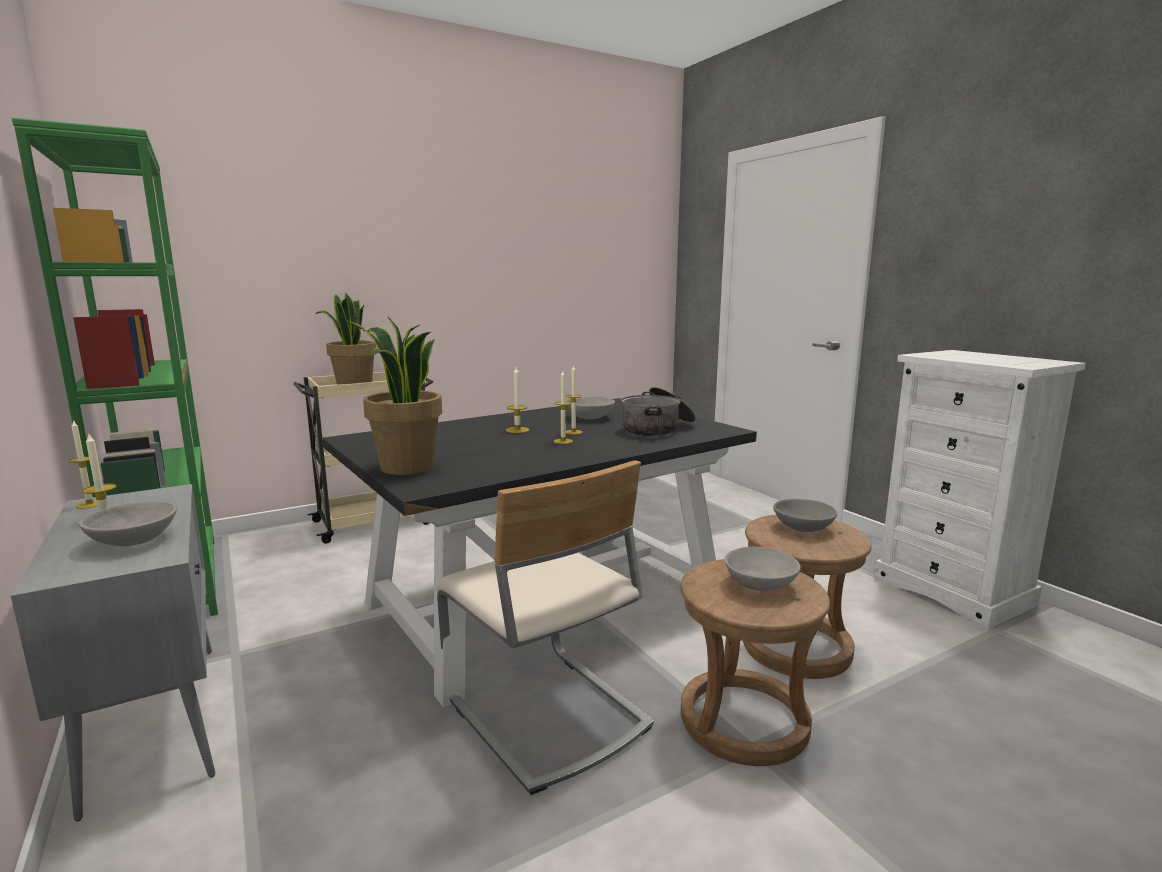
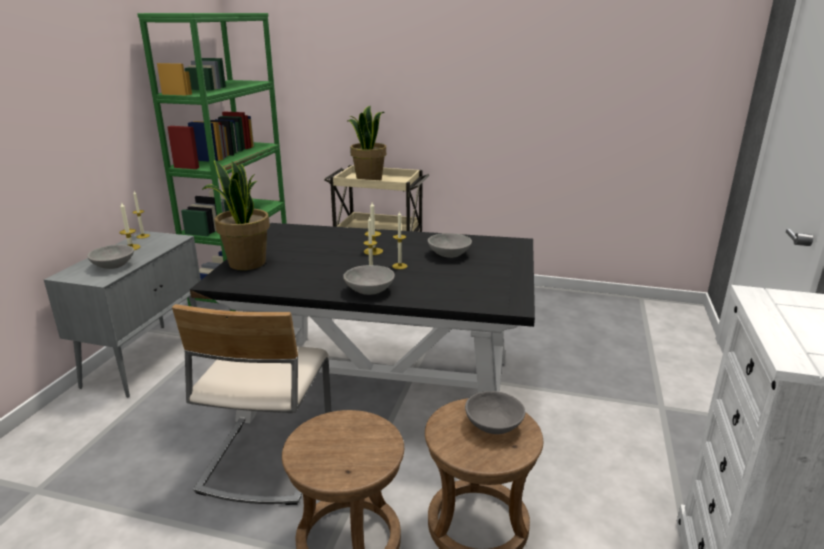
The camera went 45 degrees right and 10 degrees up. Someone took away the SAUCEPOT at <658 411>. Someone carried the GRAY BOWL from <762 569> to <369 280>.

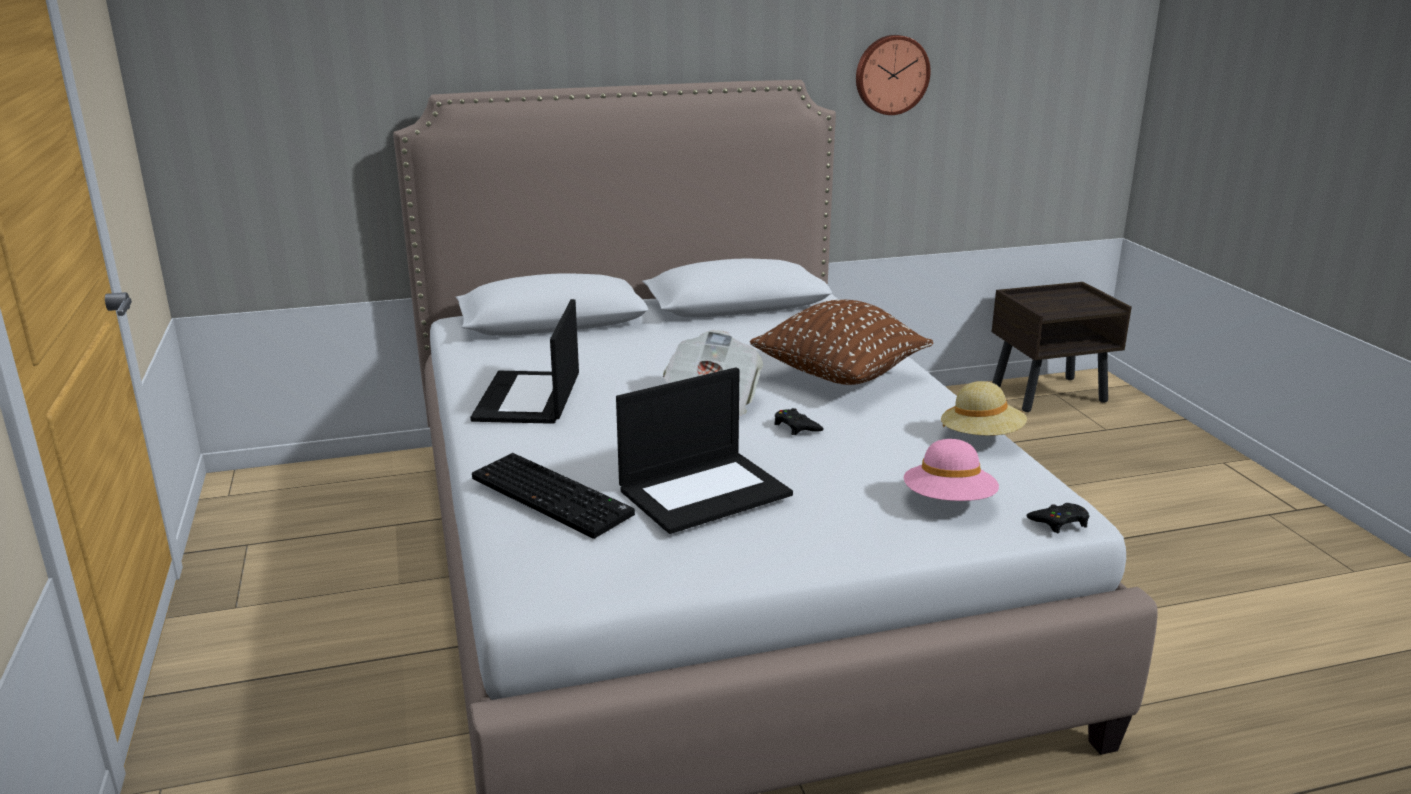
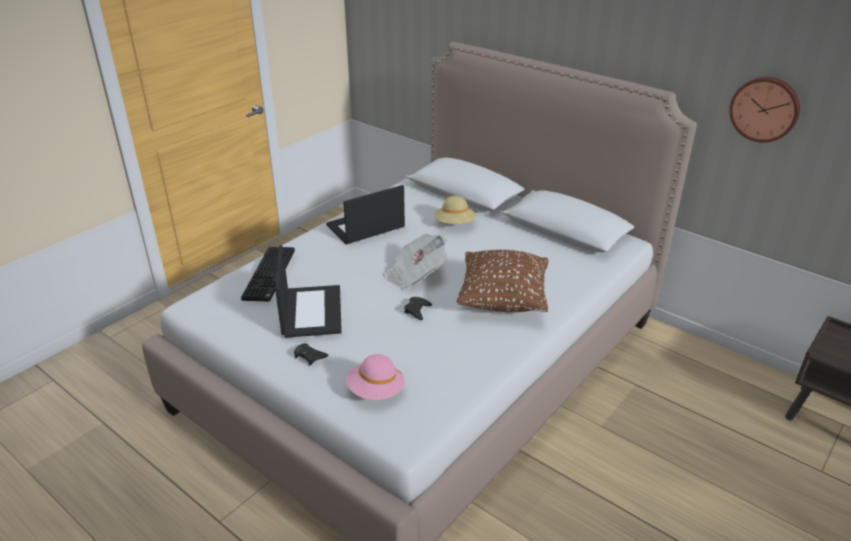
The camera went 55 degrees right and 10 degrees up. Someone rotated the LAPTOP at <704 450> by 120 degrees counterclockwise. Someone carried the SAND-COLOURED WEARABLE HAT from <984 408> to <455 210>. Someone carried the BLACKISH JOYPAD from <1057 518> to <311 354>.

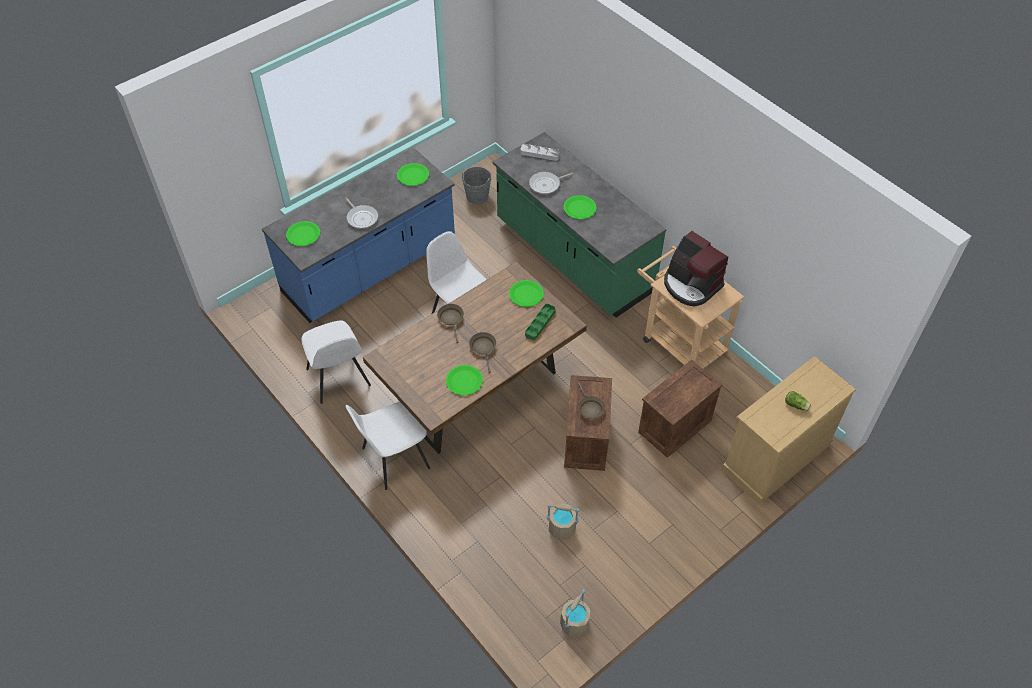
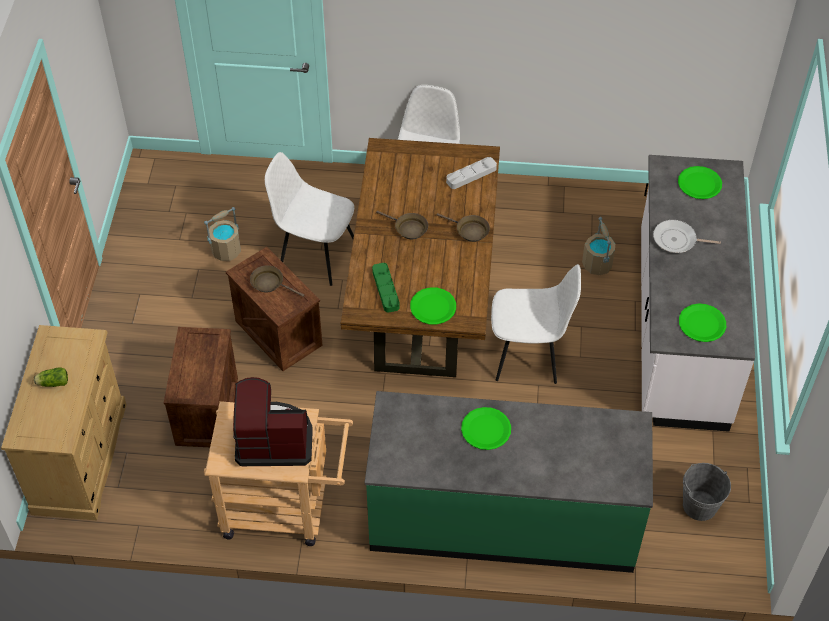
The camera went 135 degrees right and 0 degrees up. Someone repainted the BLUISH KITCHEN COUNTER at <358 235>, which became the WHITE KITCHEN COUNTER at <698 293>. Someone carried the WHITE UPRIGHT CHAIR from <336 362> to <309 219>. Someone took away the GREENISH PLATE at <464 380>. Someone carried the GRAY CARRYING TRAY from <540 152> to <471 173>. Someone took away the PAN at <551 183>. Someone carried the SAND-COLOURED BUCKET from <575 613> to <598 246>.

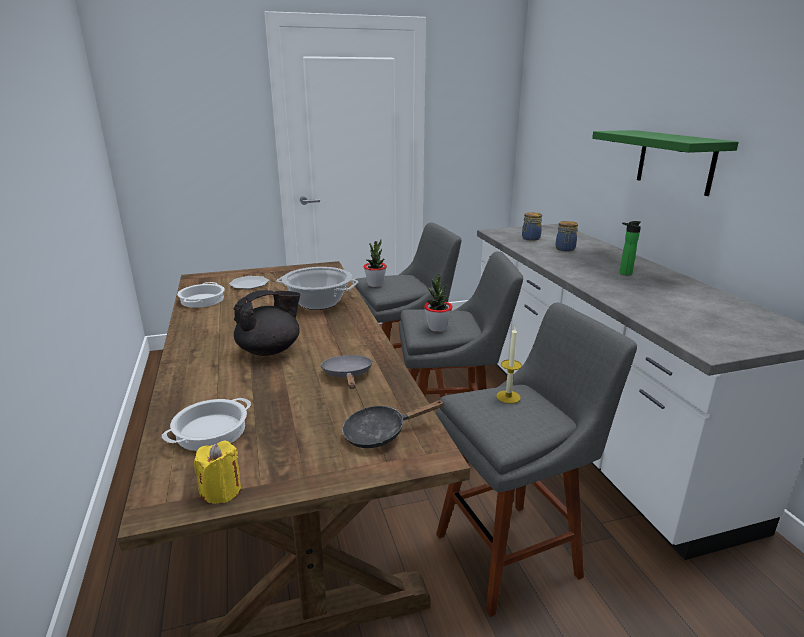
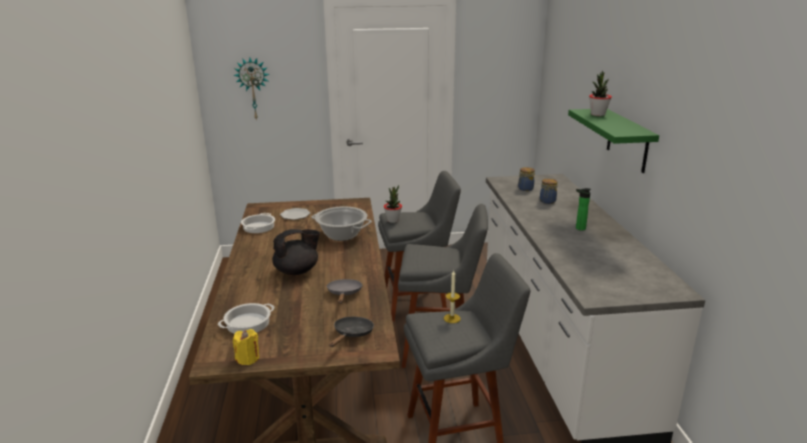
The camera went 10 degrees right and 0 degrees up. Someone rotated the BLACKISH PAN at <393 424> by 120 degrees clockwise. Someone carried the PLANT IN A POT from <438 302> to <600 93>. Someone put up the CLOCK ON THE WALL at <251 89>.

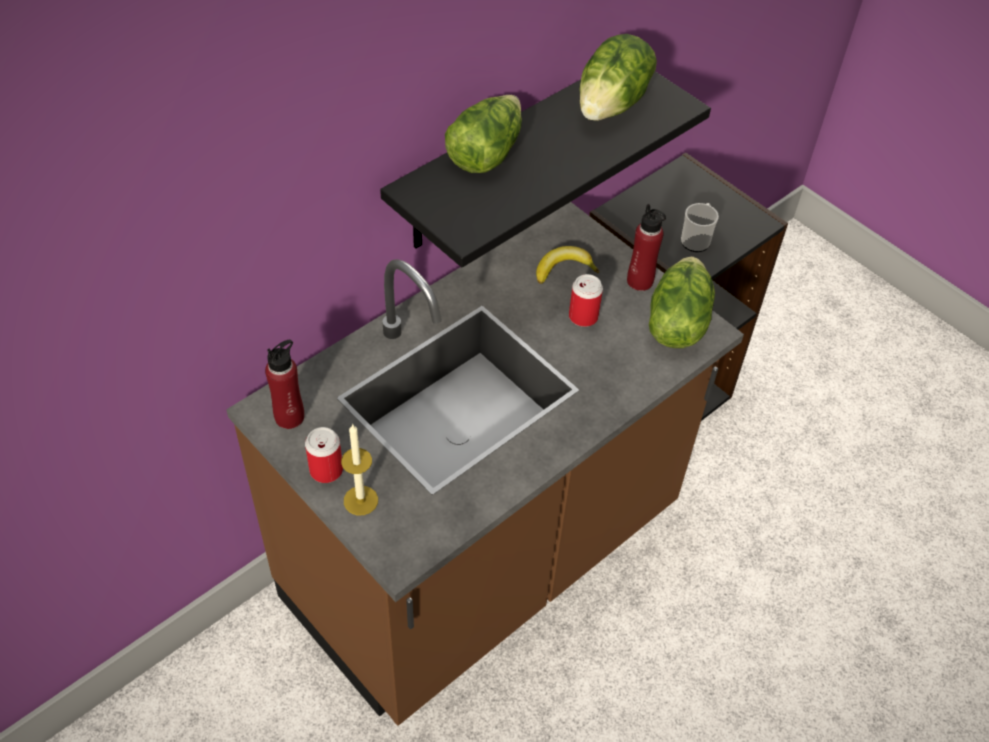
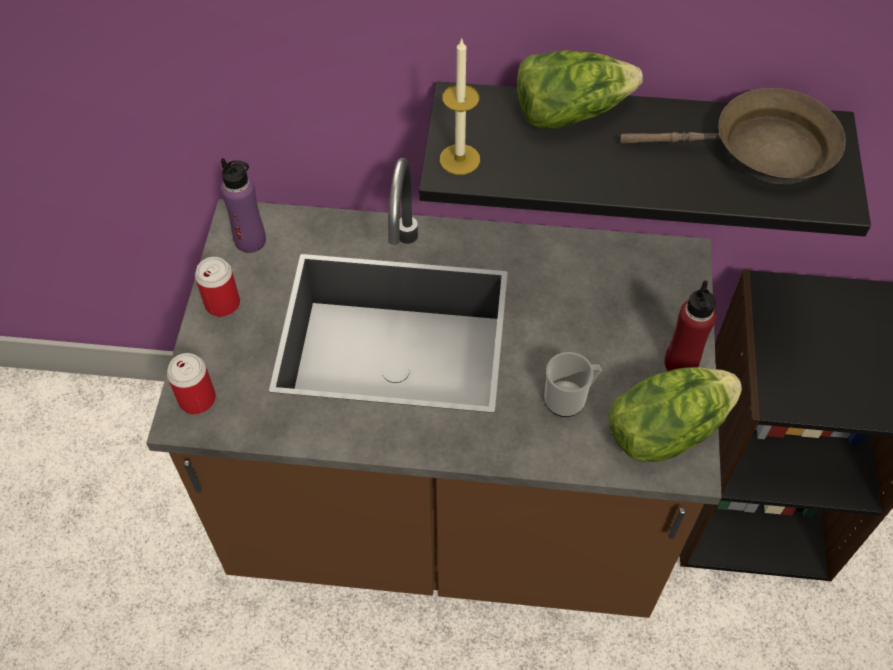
The camera went 50 degrees right and 5 degrees up. Someone repainted the RED-COLOURED BEVERAGE BOTTLE at <284 384>, which became the PURPLISH BEVERAGE BOTTLE at <243 205>. Someone carried the WAX LIGHT from <359 469> to <460 106>. Someone took away the BANANA at <567 265>. Someone carried the SEALED CAN from <586 300> to <191 383>. Someone swapped the LETTUCE HEAD at <618 77> for the BROWN-COLOURED PAN at <733 136>. Someone carried the TEA MUG from <700 227> to <573 384>.

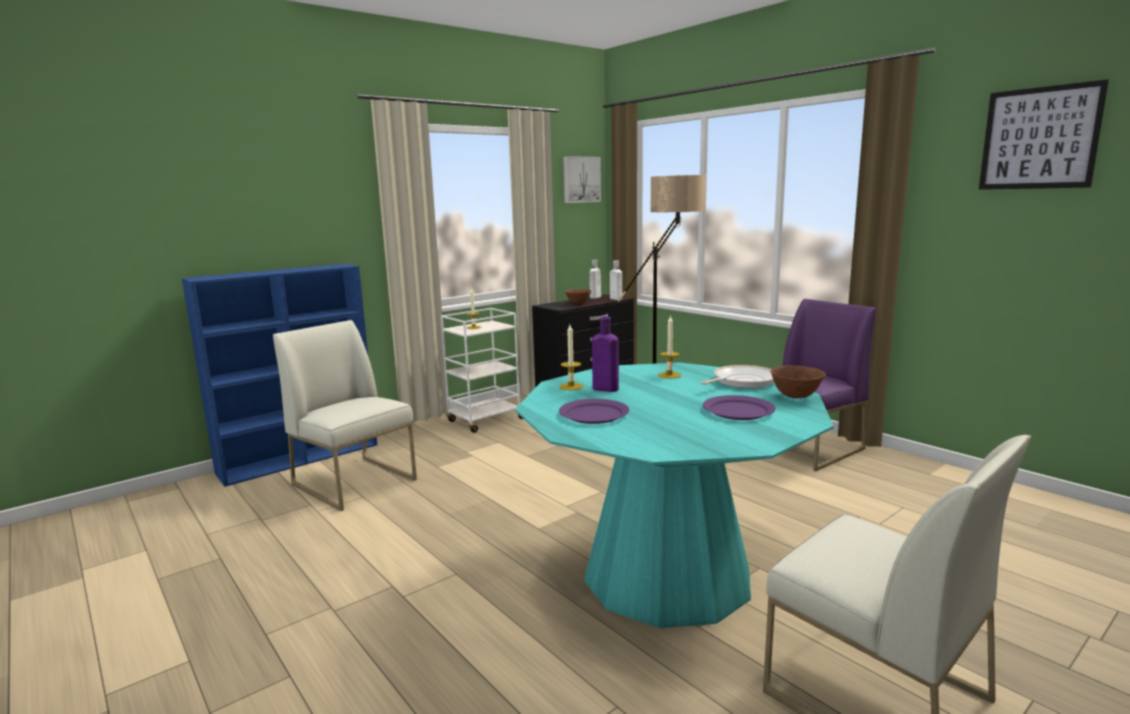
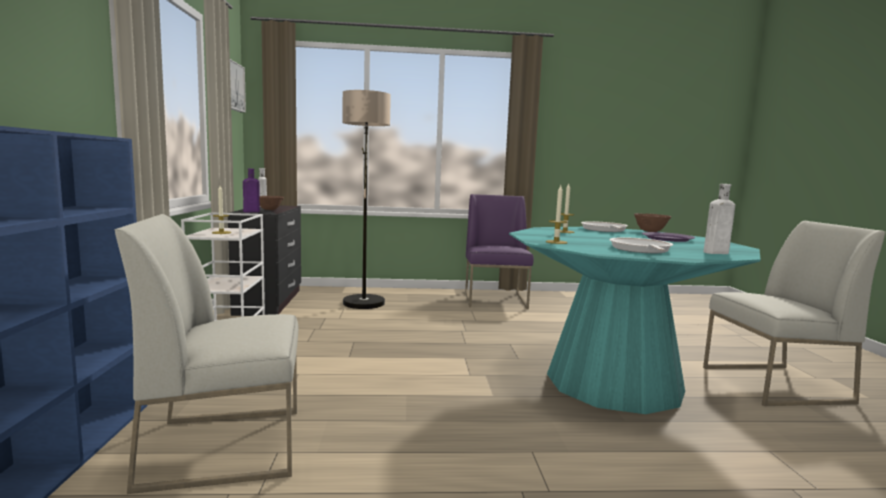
The camera went 55 degrees left and 5 degrees down. Someone swapped the PURPLISH PLATE at <594 411> for the PAN at <641 245>. Someone carried the PURPLISH BEVERAGE BOTTLE from <605 354> to <251 190>. Someone carried the WHITE BEVERAGE BOTTLE from <616 280> to <719 219>. Someone took away the WALL ART at <1044 134>.

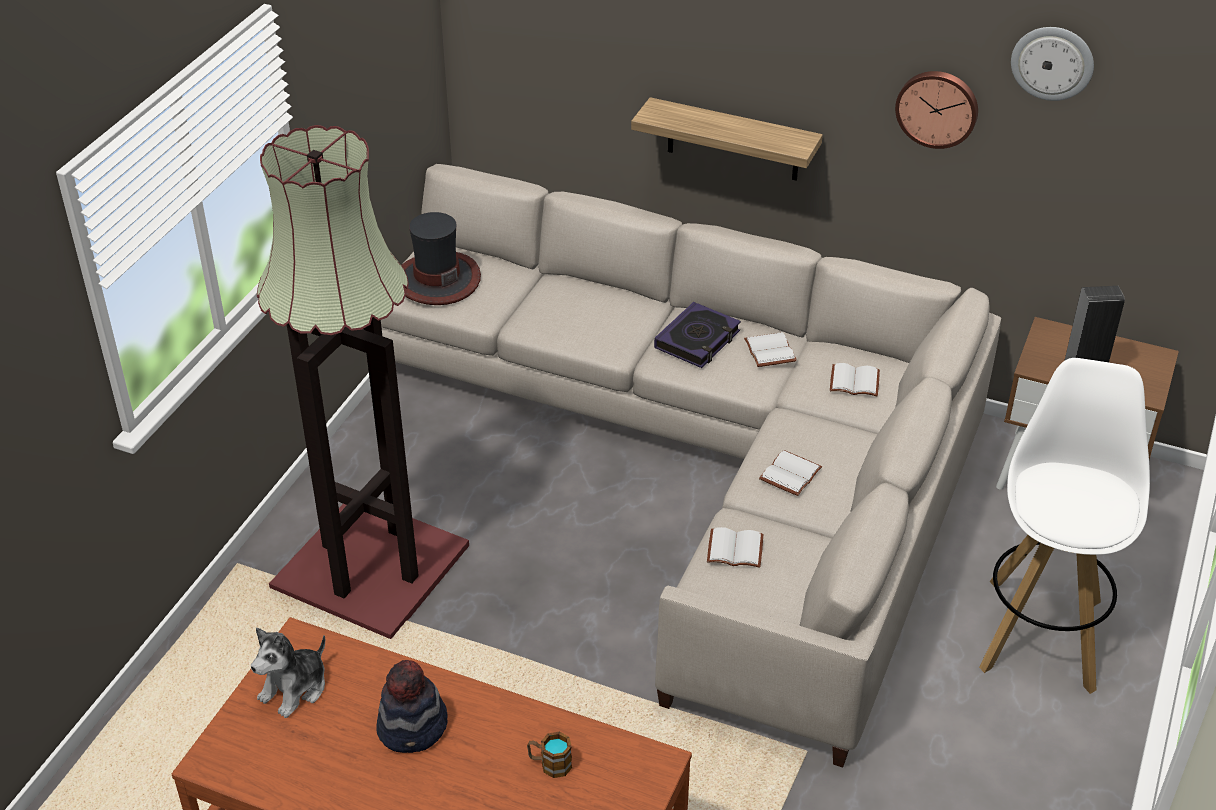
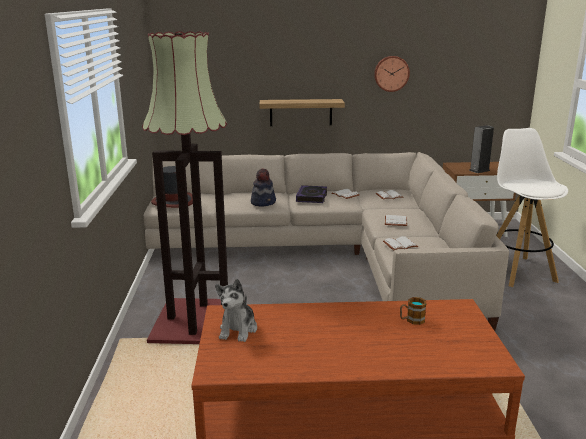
The camera went 25 degrees left and 20 degrees down. Someone carried the WEARABLE HAT from <411 706> to <263 187>. Someone took away the CLOCK ON THE WALL at <1052 64>.

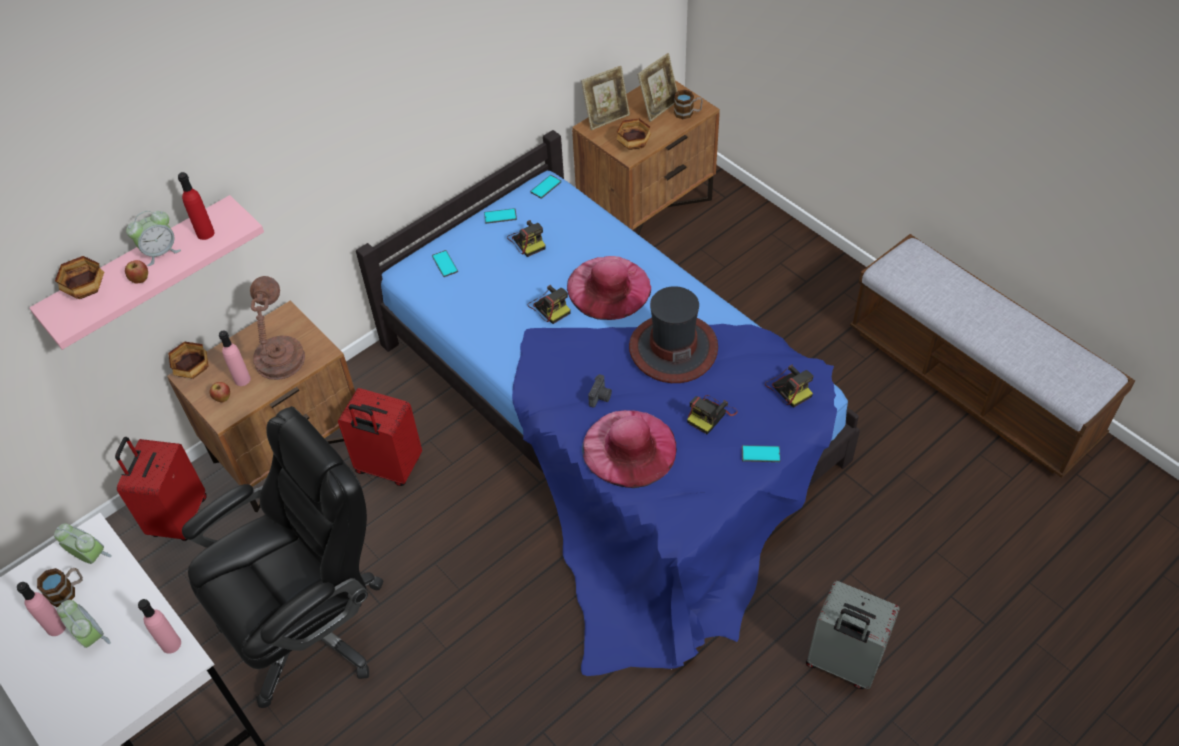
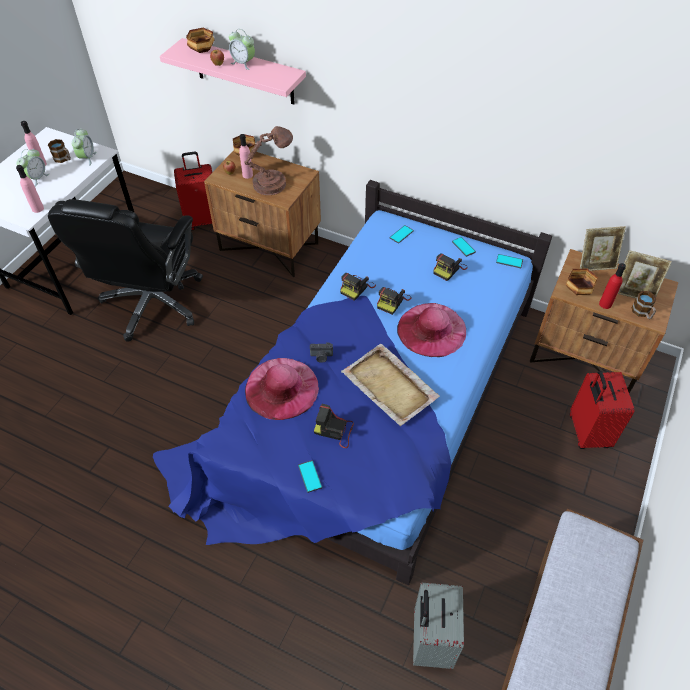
The camera went 65 degrees right and 0 degrees up. Someone carried the RED-COLOURED BEVERAGE BOTTLE from <196 206> to <612 286>. Someone rotated the BLACKISH OFFICE CHAIR at <283 557> by 75 degrees clockwise. Someone carried the RED-COLOURED TRAVEL CASE from <380 437> to <602 410>. Someone rotated the PHOTO FRAME at <605 98> by 45 degrees counterclockwise. Someone swapped the WEARABLE HAT at <673 334> for the SAND-COLOURED CARRYING TRAY at <390 385>. Someone carried the PHOTO CAMERA from <789 386> to <358 287>. Someone carried the GRAY TRAVEL CASE from <853 635> to <438 625>.

